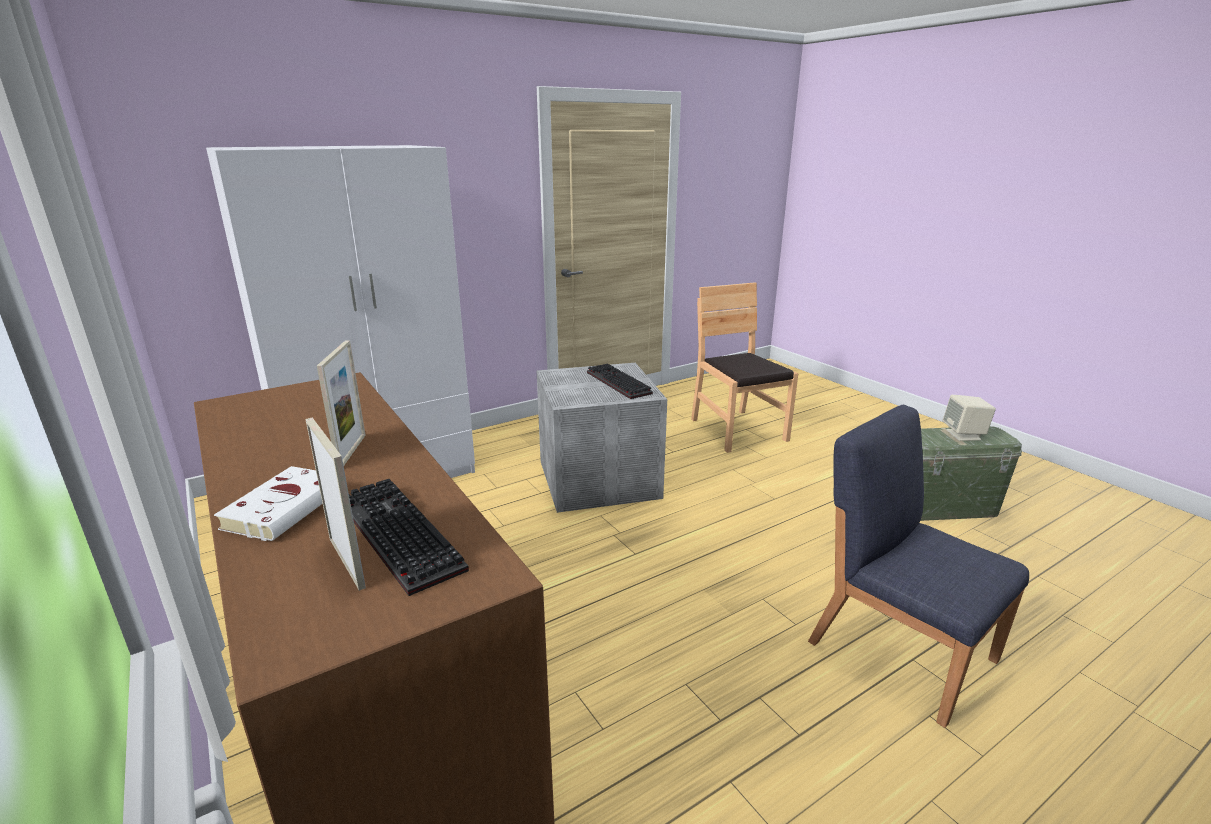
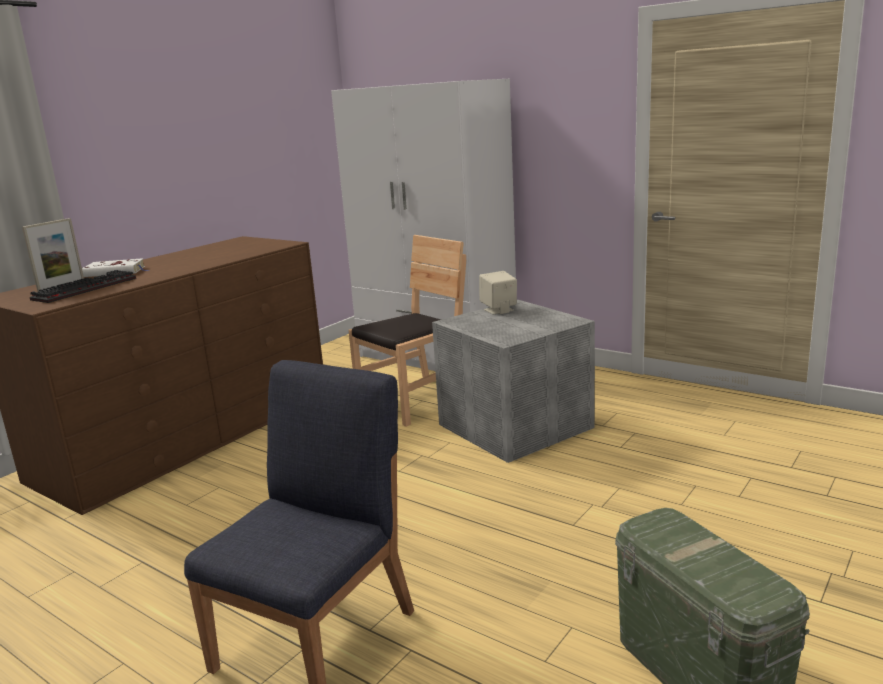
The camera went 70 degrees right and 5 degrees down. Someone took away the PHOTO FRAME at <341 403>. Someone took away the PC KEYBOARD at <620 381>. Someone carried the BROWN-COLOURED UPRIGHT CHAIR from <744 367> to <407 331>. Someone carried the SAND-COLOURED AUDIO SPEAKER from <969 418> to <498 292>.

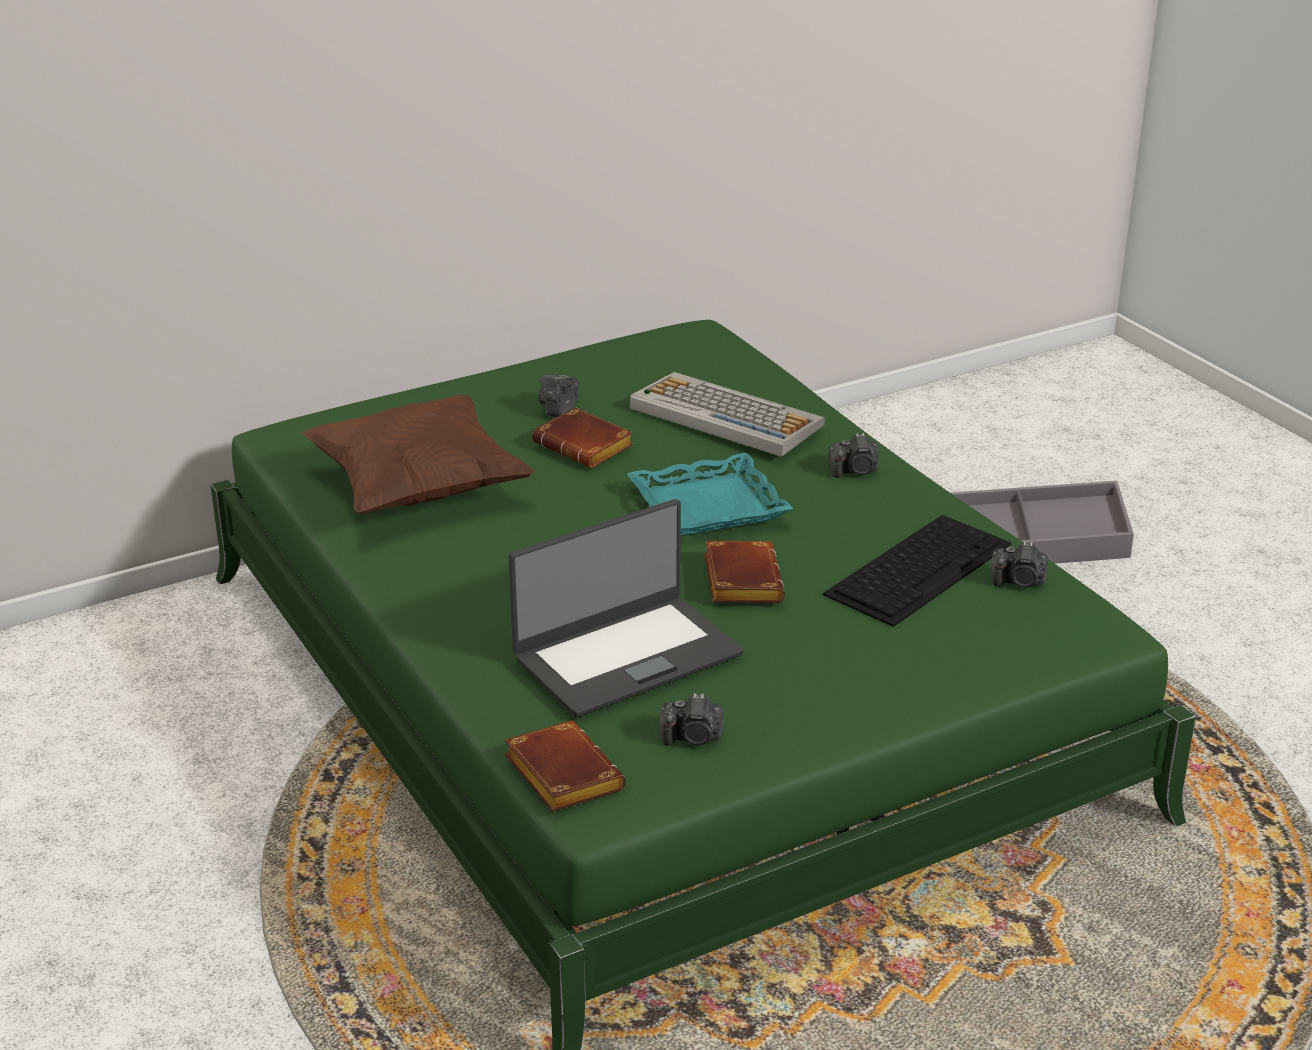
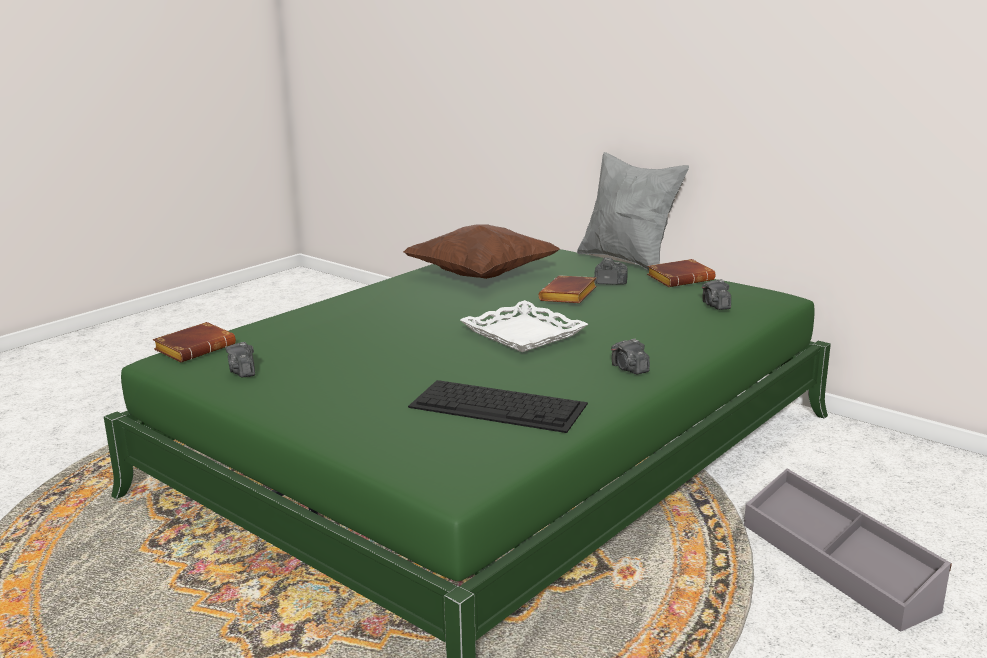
The camera went 70 degrees right and 10 degrees down. Someone took away the LAPTOP at <625 608>. Someone repainted the TURQUOISE-COLOURED CARRYING TRAY at <710 494>, which became the WHITE CARRYING TRAY at <524 326>. Someone took away the PC KEYBOARD at <727 414>. Someone carried the BROWN-COLOURED VOLUME from <745 571> to <681 273>. Someone carried the PHOTO CAMERA from <1019 564> to <716 294>. Someone put down the GRAY THROW PILLOW at <633 211>.

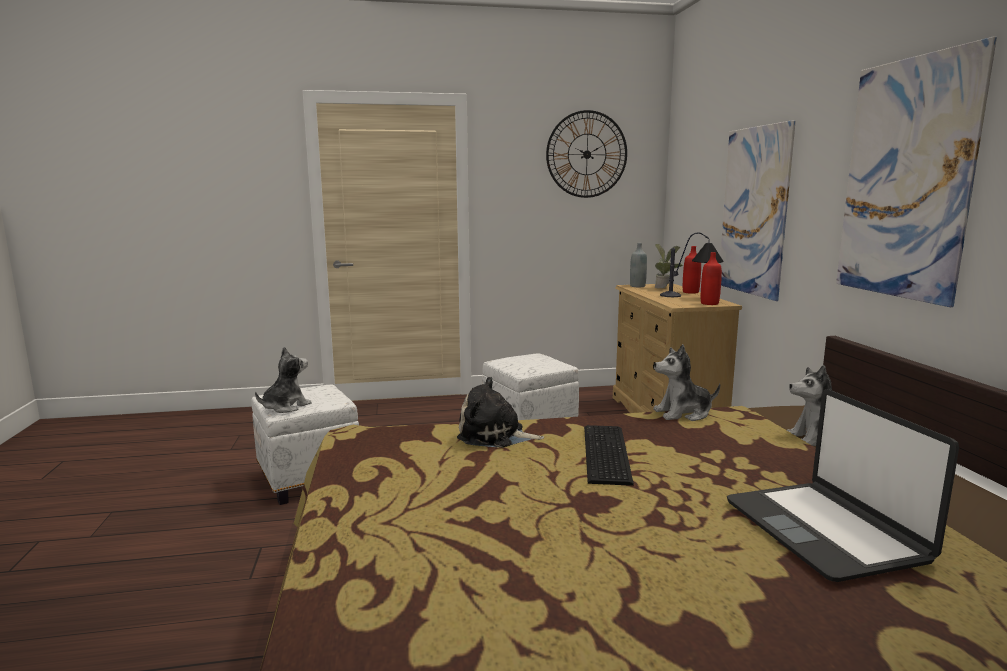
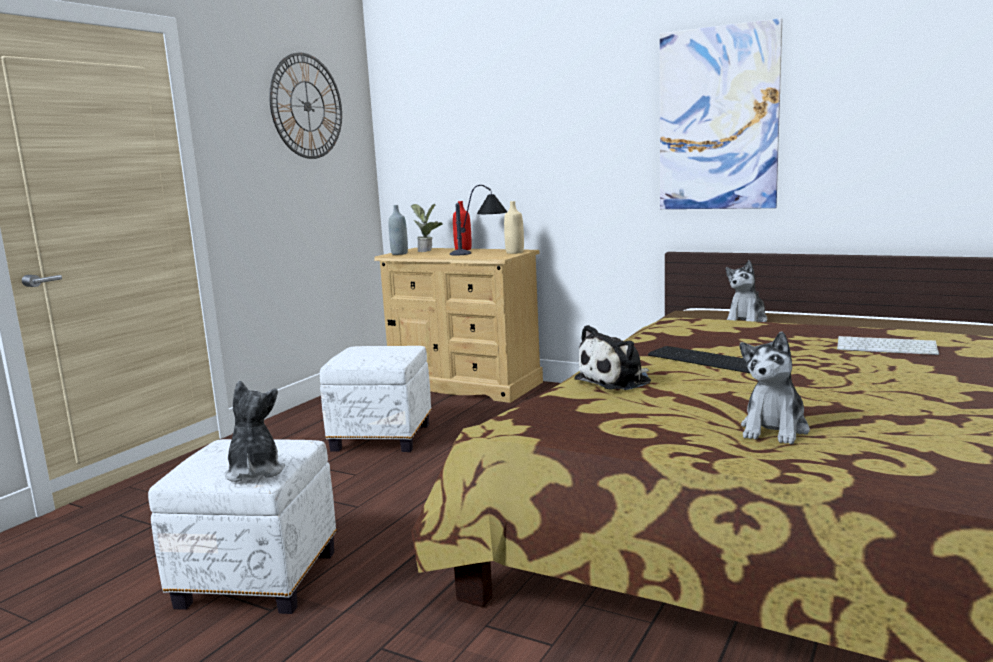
The camera went 50 degrees left and 0 degrees up. Someone carried the SOFT TOY from <686 382> to <775 387>. Someone repainted the RED-COLOURED BEVERAGE BOTTLE at <711 278>, which became the SAND-COLOURED BEVERAGE BOTTLE at <514 227>. Someone took away the WALL ART at <758 210>. Someone swapped the LAPTOP at <843 485> for the PC KEYBOARD at <888 345>.

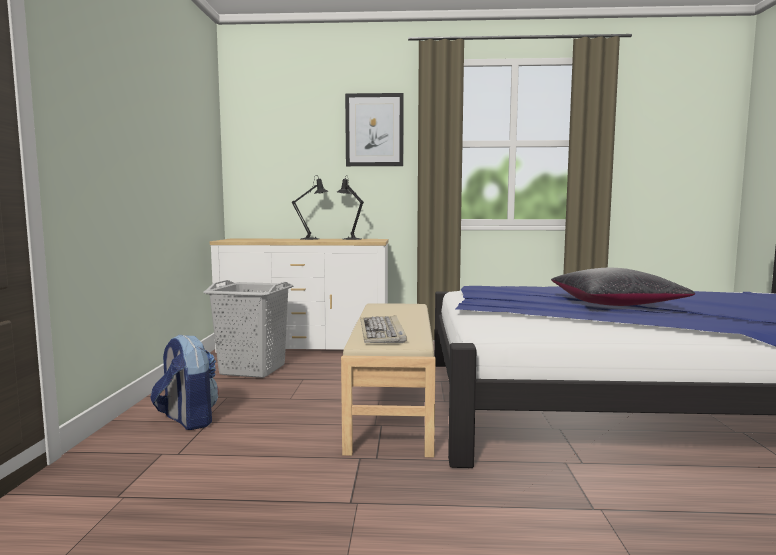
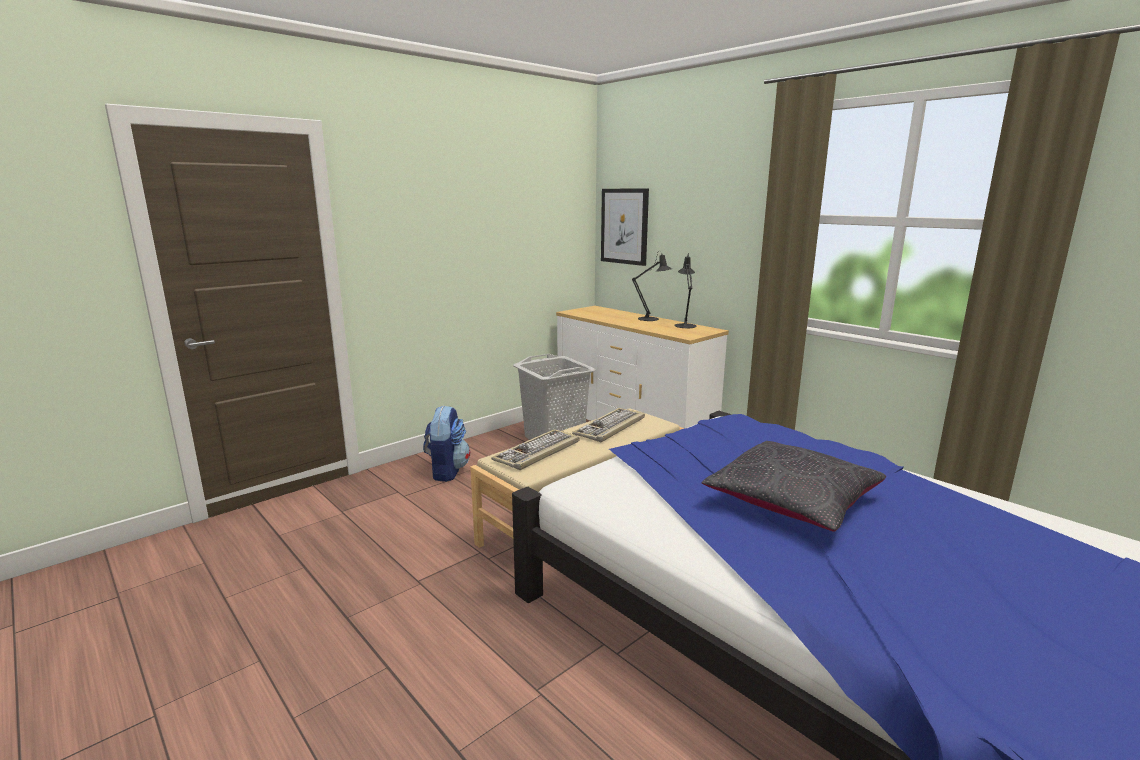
The camera went 45 degrees right and 10 degrees up. Someone carried the WALL ART from <374 129> to <625 227>. Someone put down the PC KEYBOARD at <608 425>.

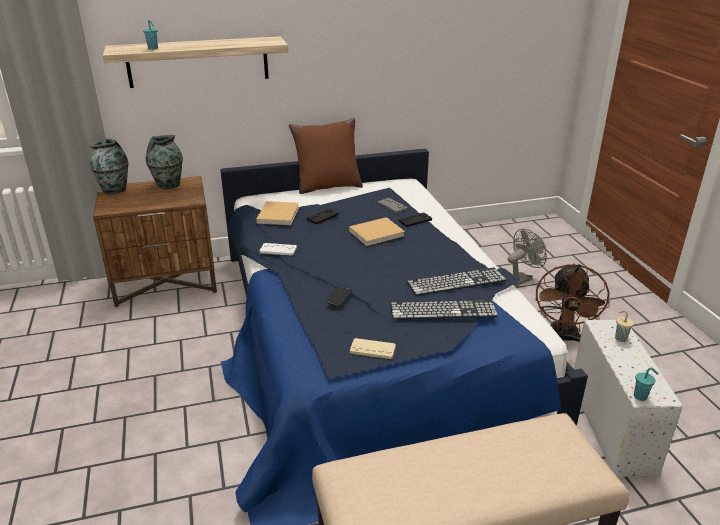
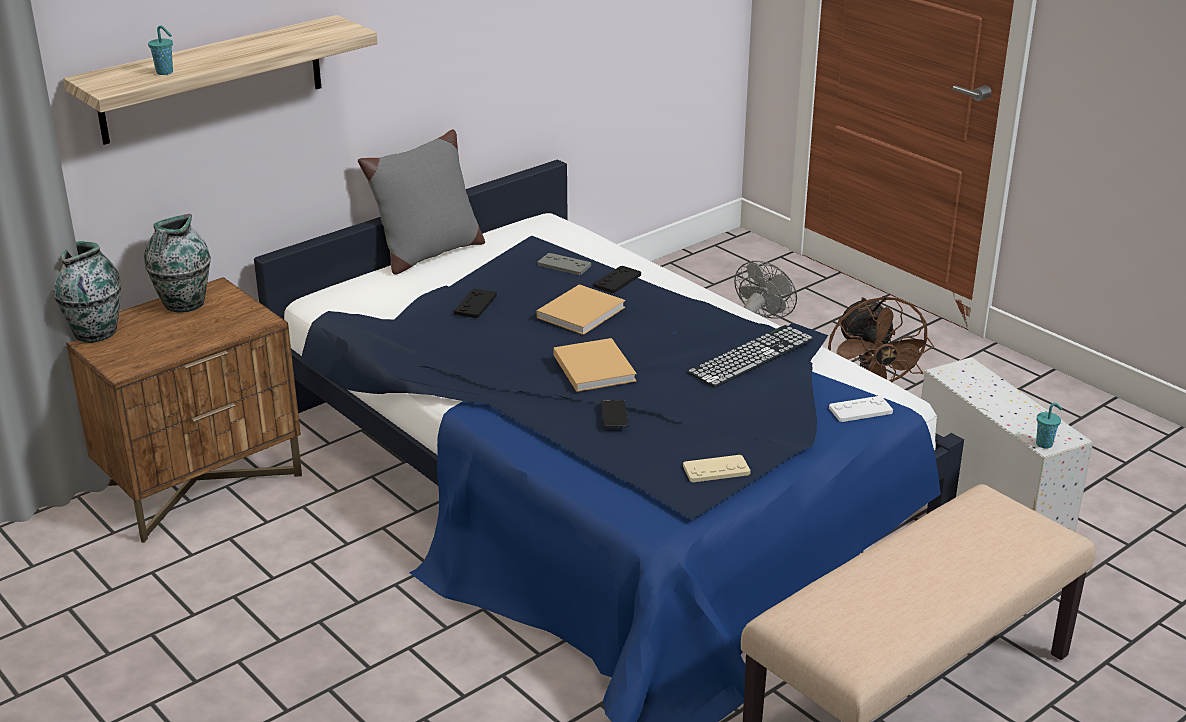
The camera went 25 degrees left and 0 degrees up. Someone carried the SAND-COLOURED VOLUME from <277 213> to <595 365>. Someone carried the WHITE JOYPAD from <278 249> to <861 409>. Someone repainted the BROWN-COLOURED THROW PILLOW at <326 156>, which became the GRAY THROW PILLOW at <421 202>. Someone took away the PC KEYBOARD at <444 310>. Someone took away the SAND-COLOURED CUP at <624 326>.

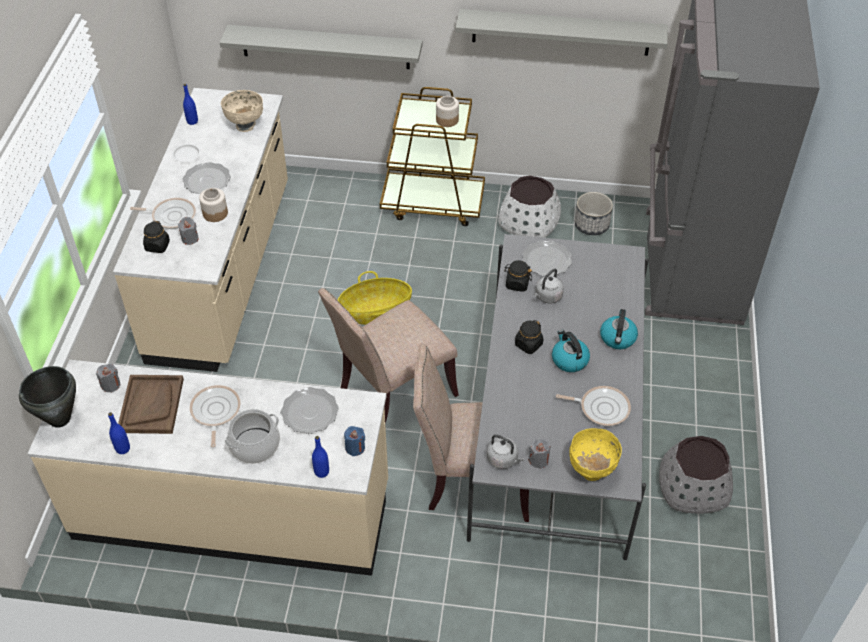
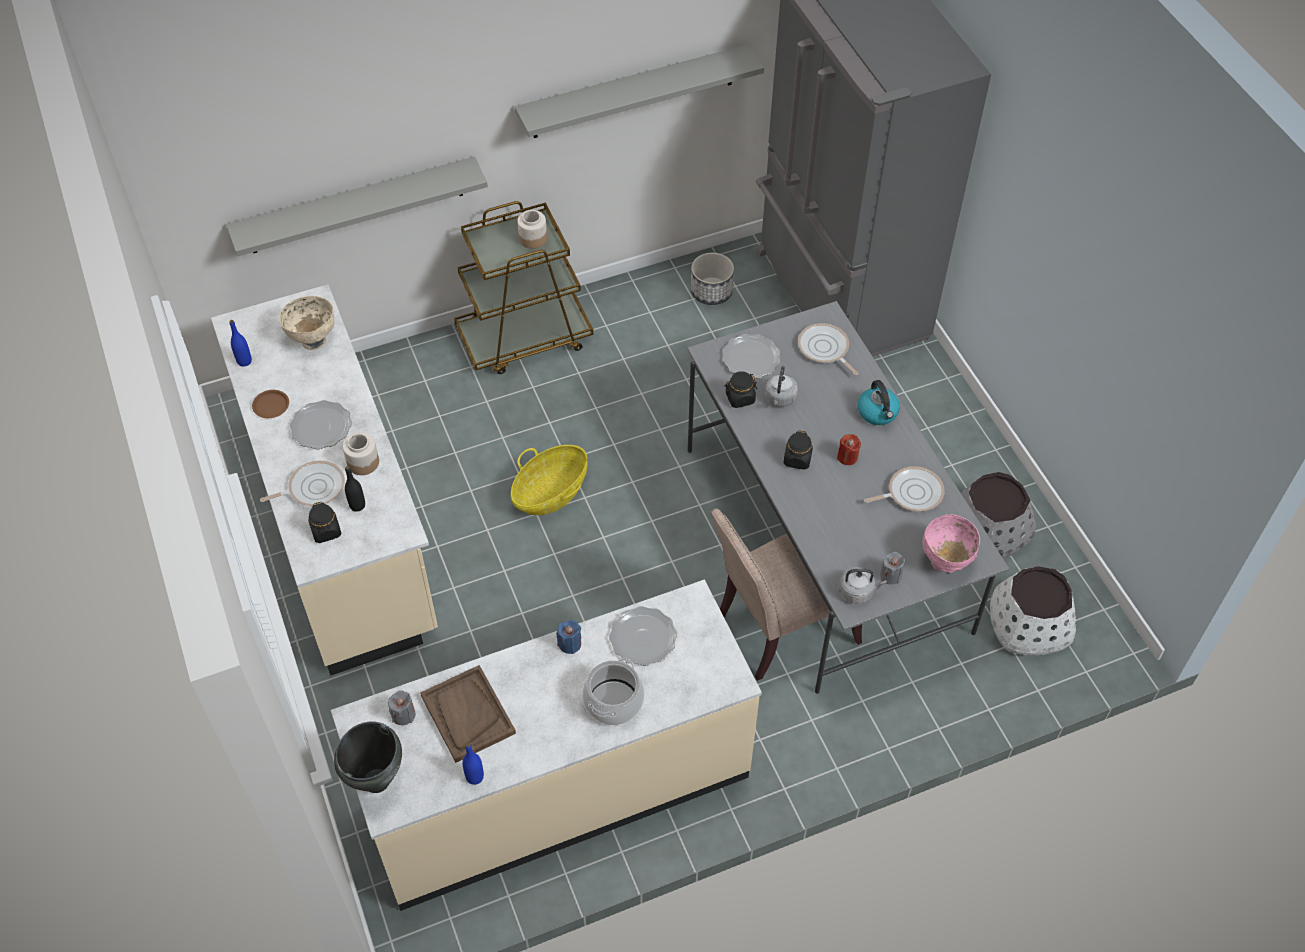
The camera went 30 degrees left and 5 degrees up. Someone repainted the WHITE PLATE at <186 153>, which became the BROWN-COLOURED PLATE at <270 404>. Someone swapped the GRAY WAX LIGHT at <188 231> for the BLACKISH BEVERAGE BOTTLE at <355 489>. Someone carried the PAN from <215 416> to <828 349>. Someone took away the BLUISH BEVERAGE BOTTLE at <320 457>. Someone took away the SAND-COLOURED UPRIGHT CHAIR at <388 355>. Someone carried the BLUISH WAX LIGHT from <354 441> to <569 637>. Someone carried the WHITE PLANTER from <529 207> to <1033 610>. Someone swapped the TEA KETTLE at <571 351> for the RED-COLOURED WAX LIGHT at <849 449>. Someone repainted the YELLOW-COLOURED BOWL at <595 454>, which became the PINK BOWL at <951 543>.

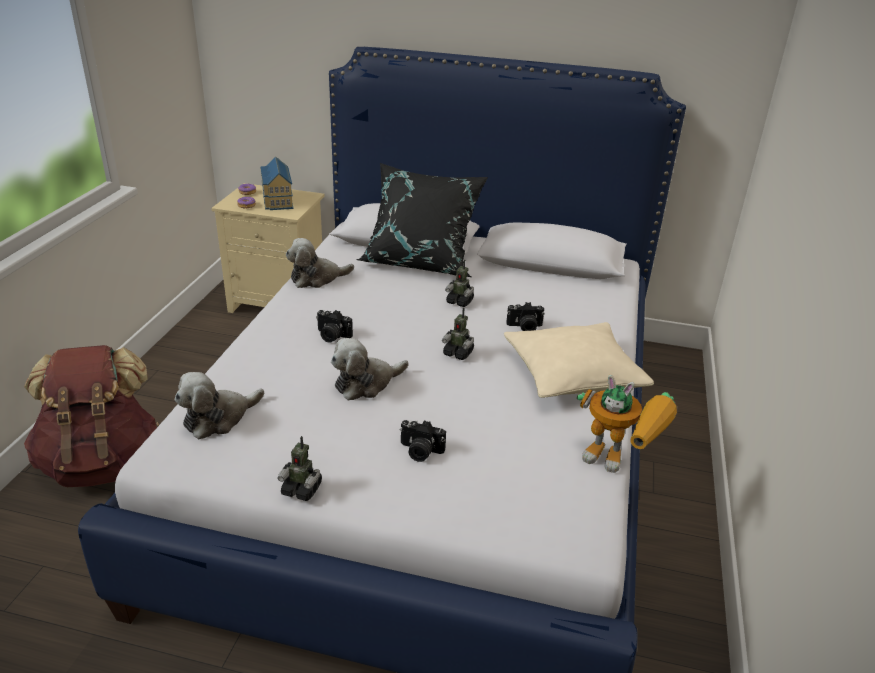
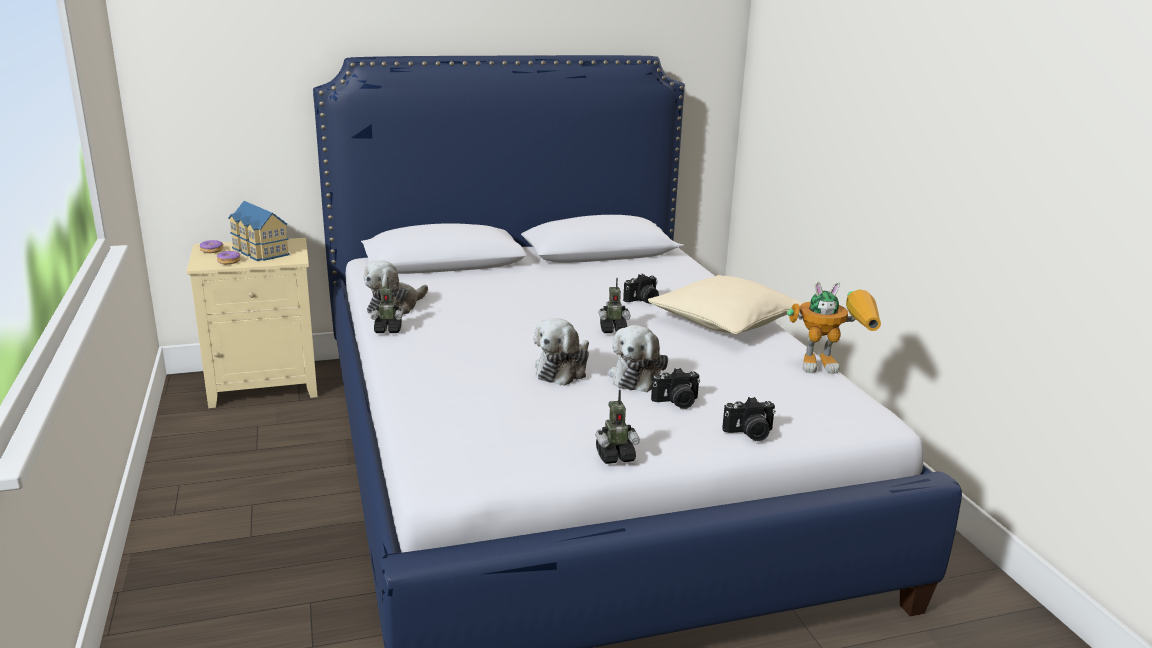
The camera went 30 degrees left and 10 degrees down. Someone took away the BROWN-COLOURED BACKPACK at <91 416>. Someone carried the SOFT TOY from <219 405> to <638 358>. Someone carried the PHOTO CAMERA from <334 326> to <749 419>. Someone took away the BLACKISH THROW PILLOW at <422 220>. Someone carried the TOY ROBOT from <459 283> to <387 305>.

